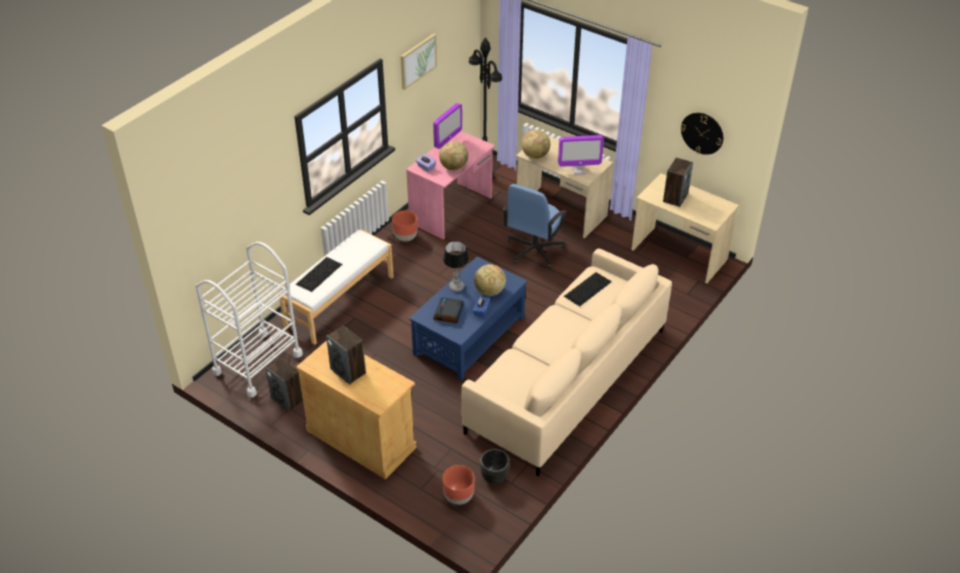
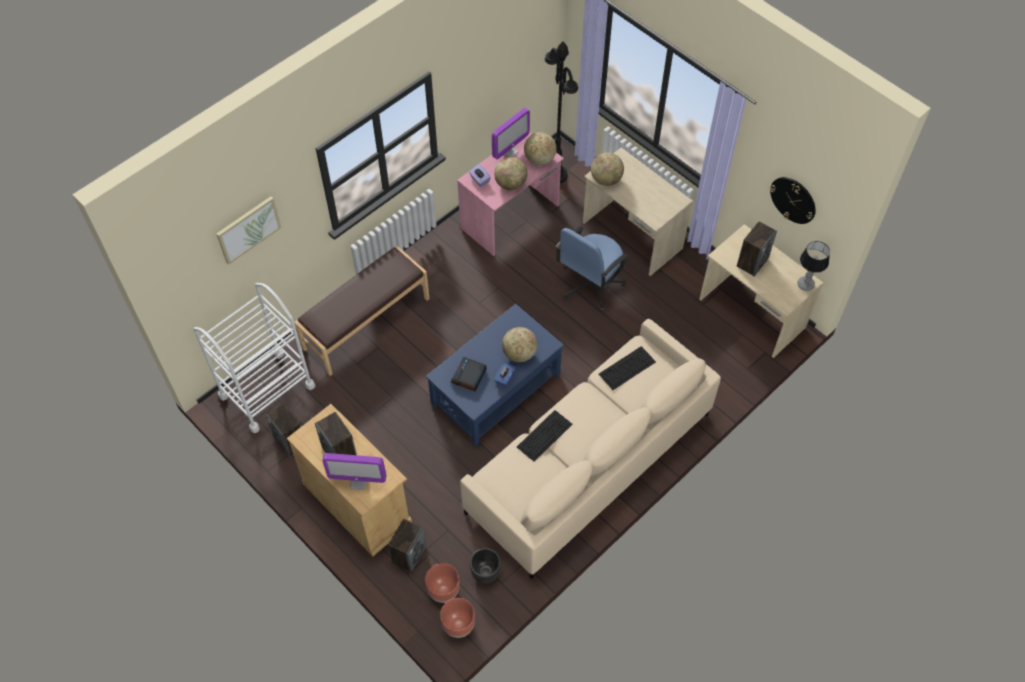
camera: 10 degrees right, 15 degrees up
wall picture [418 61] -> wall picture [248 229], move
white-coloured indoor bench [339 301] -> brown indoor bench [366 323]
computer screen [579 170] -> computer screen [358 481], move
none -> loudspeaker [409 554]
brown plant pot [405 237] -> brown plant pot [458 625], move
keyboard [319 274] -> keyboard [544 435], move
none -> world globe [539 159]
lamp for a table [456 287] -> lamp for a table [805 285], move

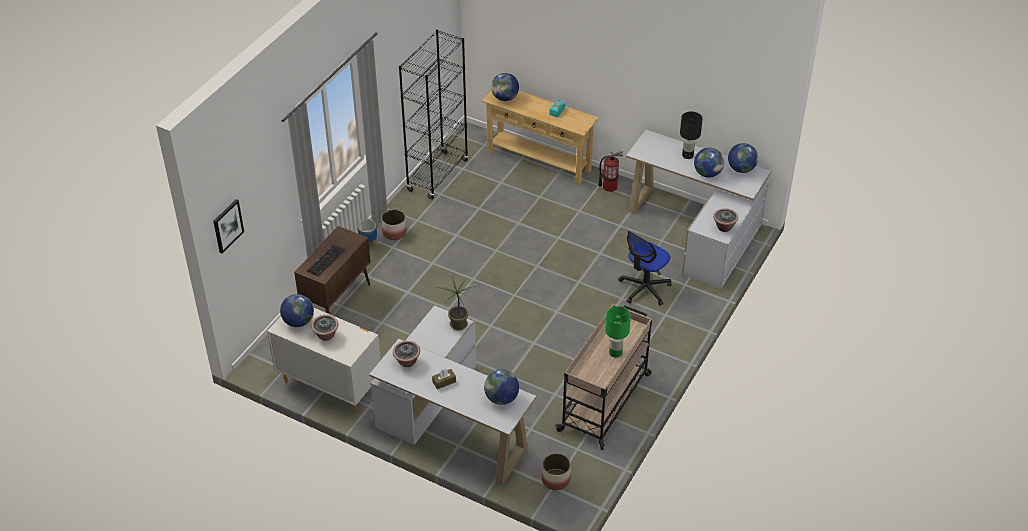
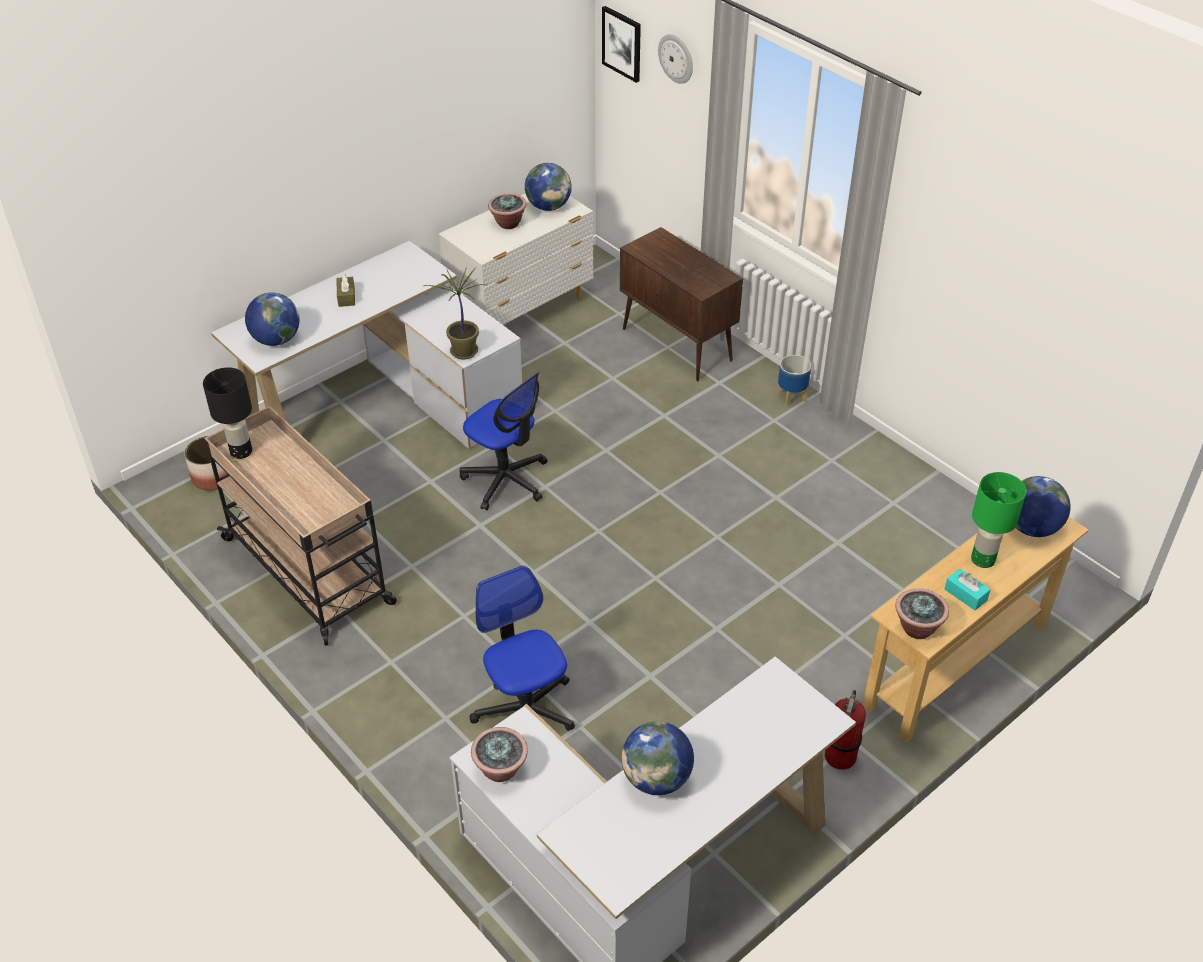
camera: 110 degrees right, 0 degrees up
black lamp for a table [687 155] -> black lamp for a table [242 451], move
none -> desk chair [506 480]
none -> hanging clock [676 58]
houseplant [407 362] -> houseplant [917 628], move
greenish lamp for a table [615 353] -> greenish lamp for a table [982 559], move
keyboard [326 260] -> none
plant pot [394 232] -> none
black bookcase [437 175] -> none
world globe [741 169] -> none

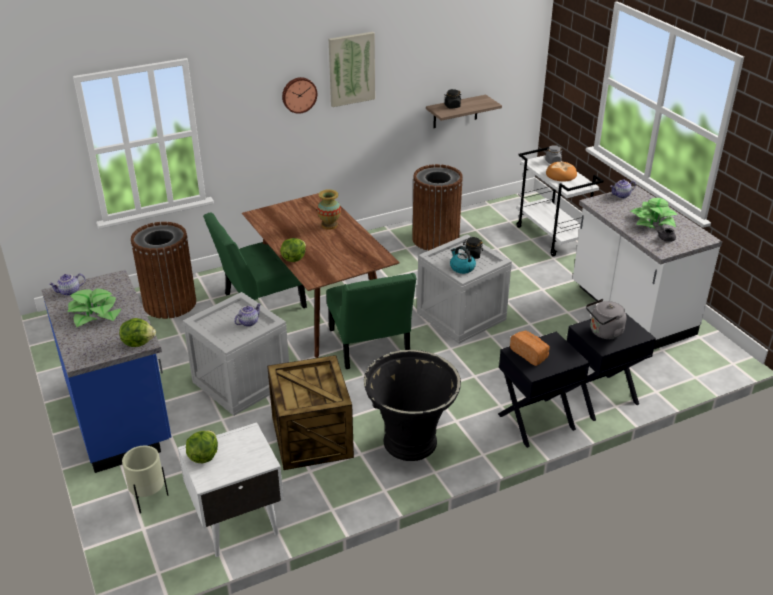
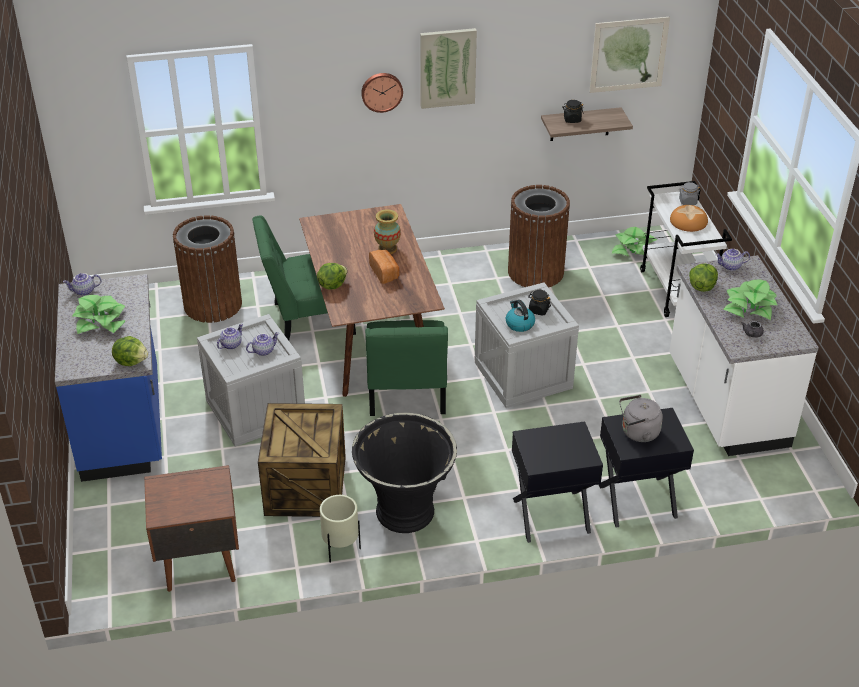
camera: 15 degrees right, 5 degrees up
white-coloured bedside table [236 524] -> brown bedside table [198 562]
none -> pot for tea [231 344]
sand-coloured plant pot [149 499] -> sand-coloured plant pot [341 549], move
bread [530 354] -> bread [385 273], move
none -> wall picture [628 54]
none -> houseplant [633 249]
lettuce [203 456] -> lettuce [701 287], move

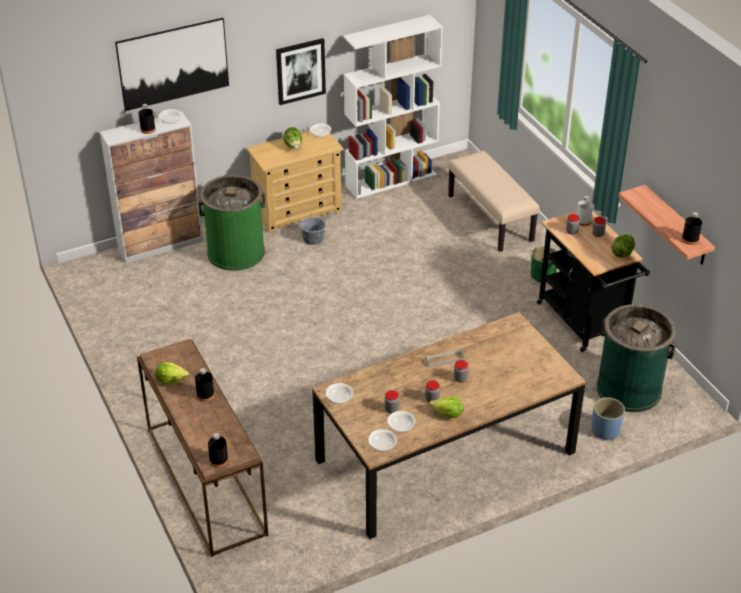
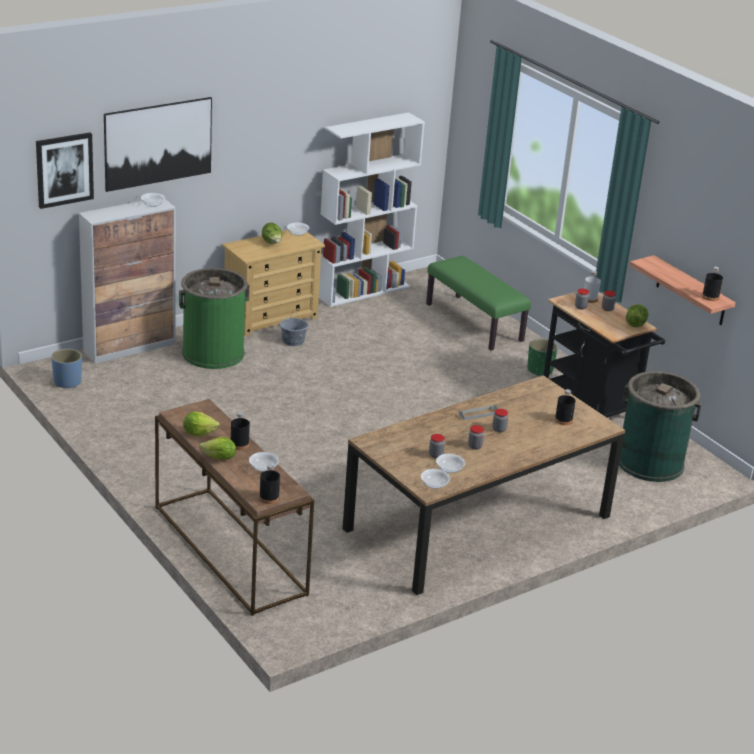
camera: 10 degrees left, 10 degrees down
wall picture [300 71] -> wall picture [64 169], move
blue plant pot [605 430] -> blue plant pot [67 382], move
lettuce [447 414] -> lettuce [219 458], move
bowl [339 398] -> bowl [263 468], move
sand-coloured indoor bench [491 218] -> greenish indoor bench [475 323]
black beverage bottle [148 129] -> black beverage bottle [563 420], move

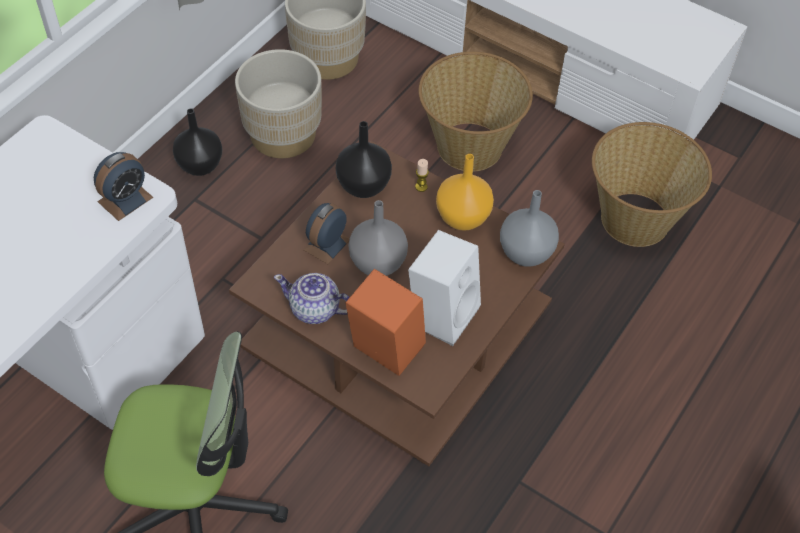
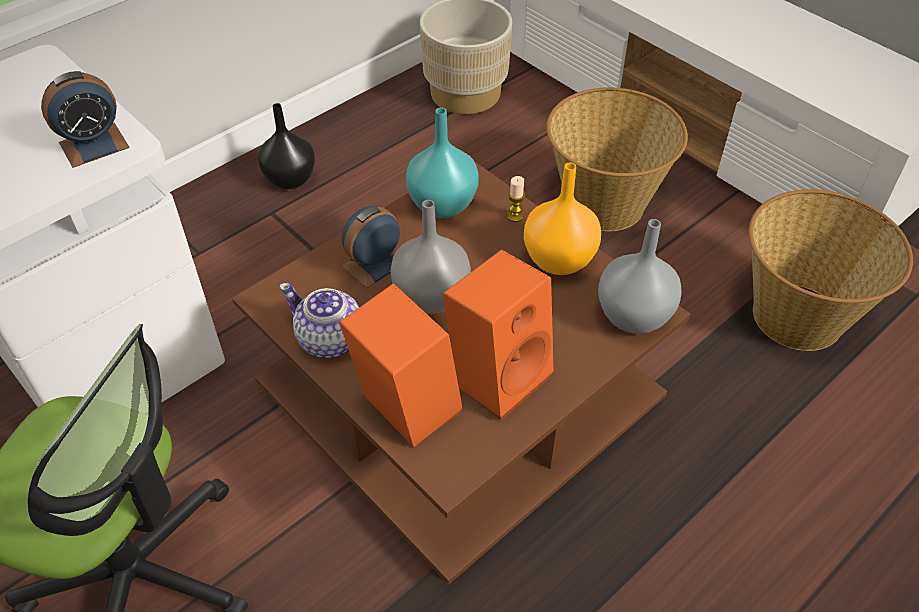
camera: 15 degrees right, 5 degrees down
black vase [362 185] -> blue-green vase [441 204]
white-coloured loudspeaker [442 313] -> orange loudspeaker [498 375]
sand-coloured plant pot [283 135] -> none

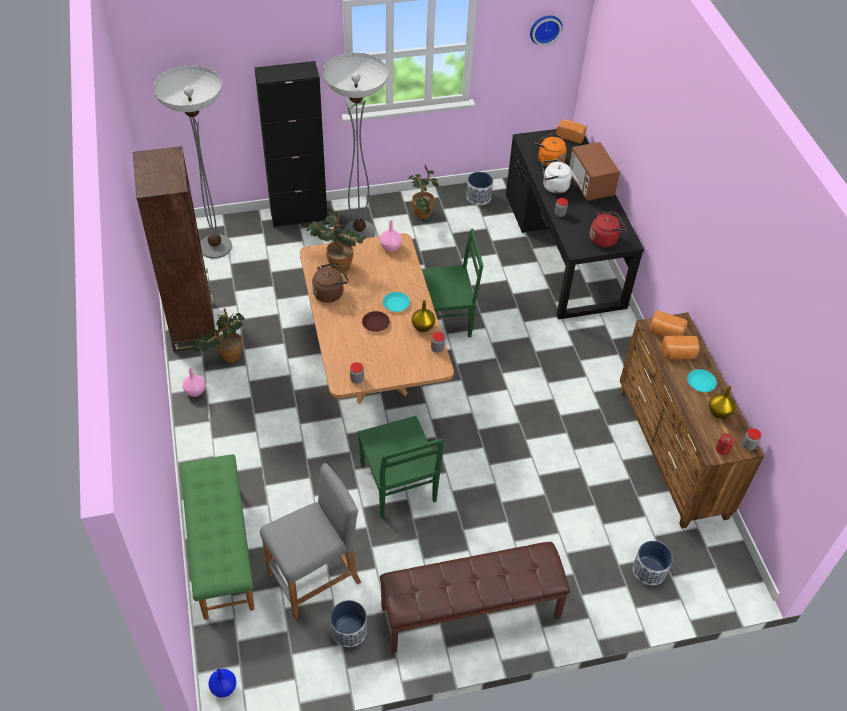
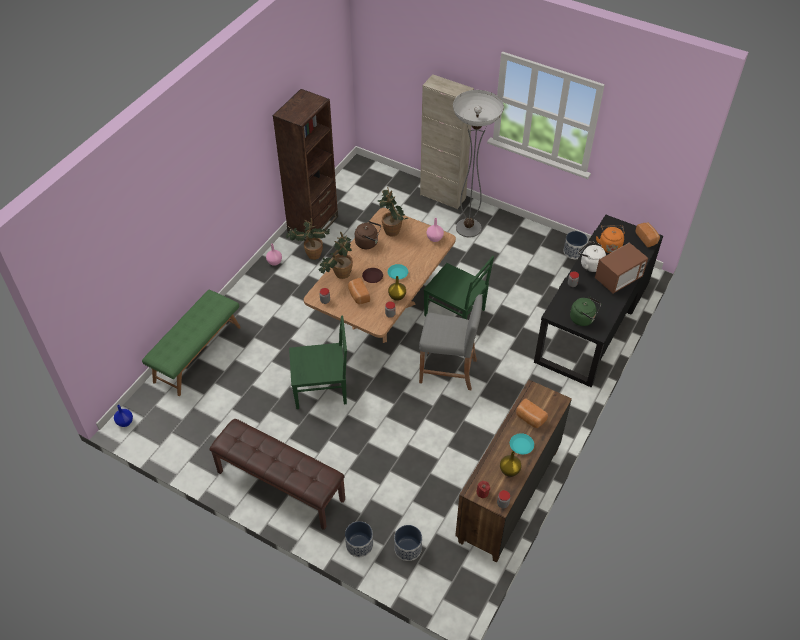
camera: 45 degrees right, 0 degrees up
greenish upright chair [398 485] -> greenish upright chair [322 389], 120 degrees counterclockwise
houseplant [421 216] -> houseplant [339 275], move
plant pot [349 631] -> plant pot [359 545], move
bread [665 332] -> bread [358 296], move
greyish stool seat [315 578] -> greyish stool seat [448 371], move
black cupboard [299 215] -> sand-coloured cupboard [442 196]
reddish tea kettle [605 239] -> greenish tea kettle [583 319]
microwave oven [590 185] -> microwave oven [618 279], 150 degrees counterclockwise
standing lamp [215 247] -> none
hanging clock [545 28] -> none

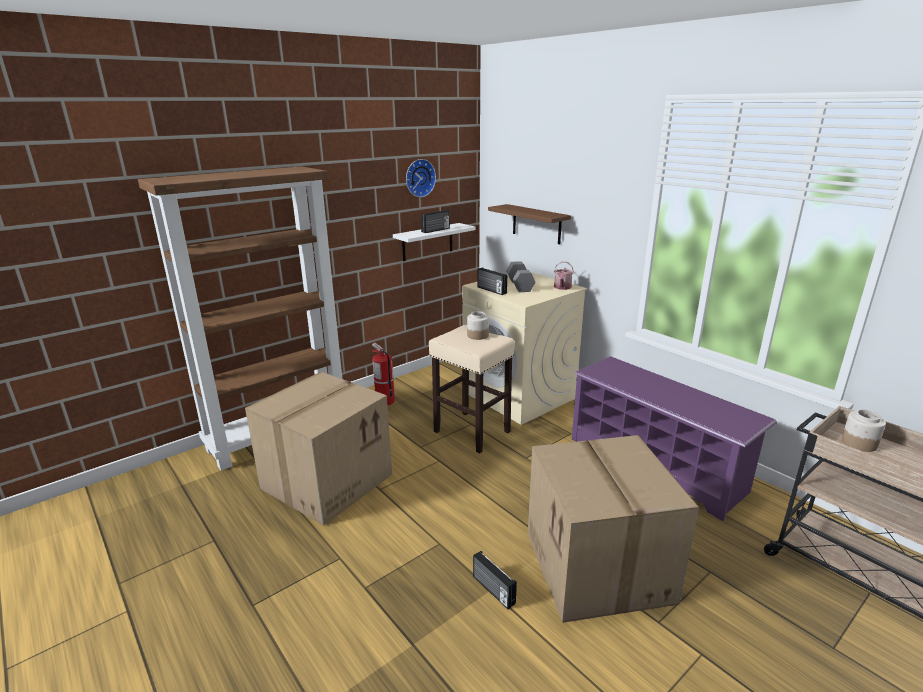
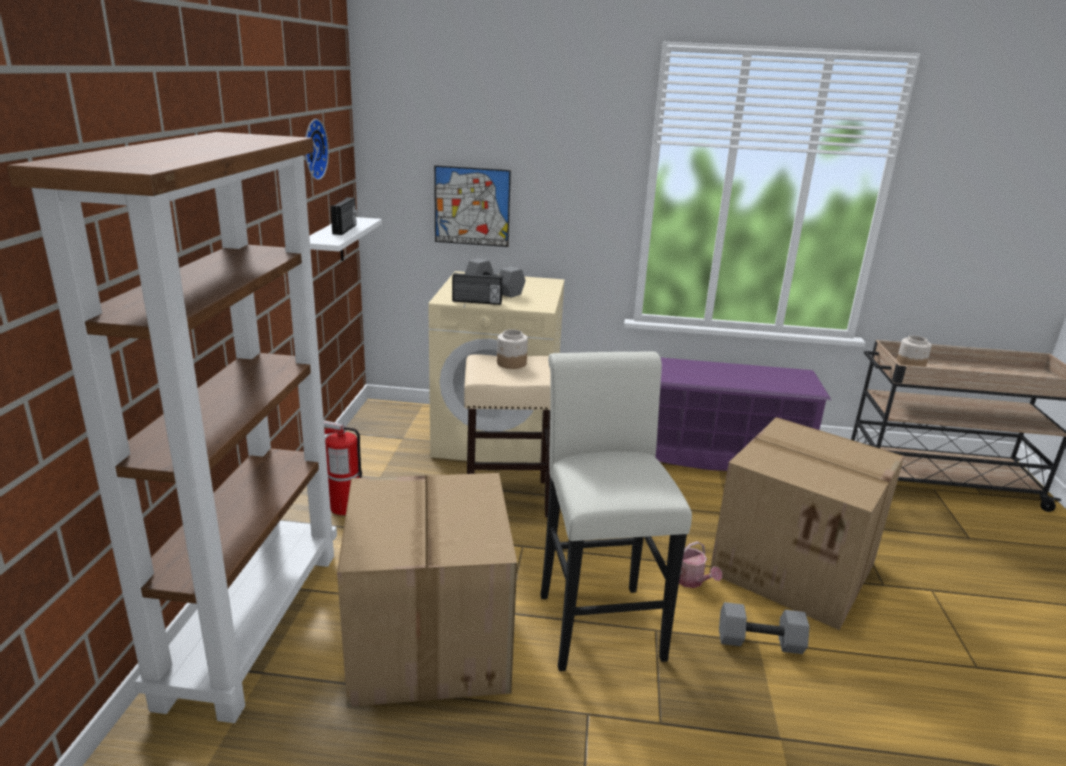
camera: 45 degrees left, 0 degrees up
brown shelf [536 224] -> wall picture [472 206]
none -> white-coloured stool seat [597 619]
watering pot [562 288] -> watering pot [691 581], move
radio receiver [493 590] -> greyish hand weight [760 641]

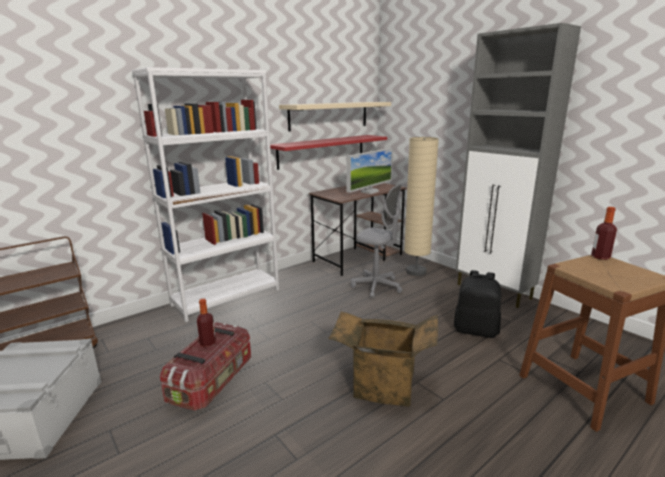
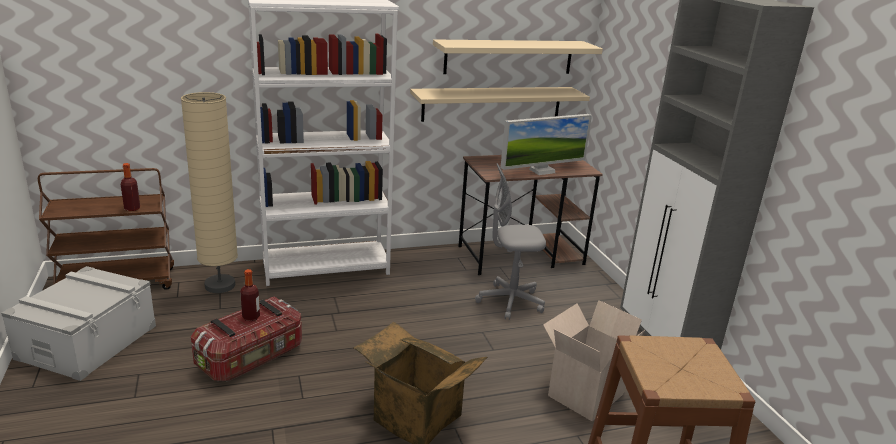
camera: 20 degrees right, 5 degrees up
beverage bottle [600 257] -> beverage bottle [132 208], move
sand-coloured standing lamp [416 272] -> sand-coloured standing lamp [220 286], move
reddish shelf [322 151] -> sand-coloured shelf [492 103]
greyish desk chair [376 287] -> greyish desk chair [510 302], 120 degrees clockwise
black rucksack [476 330] -> packing box [584 393]

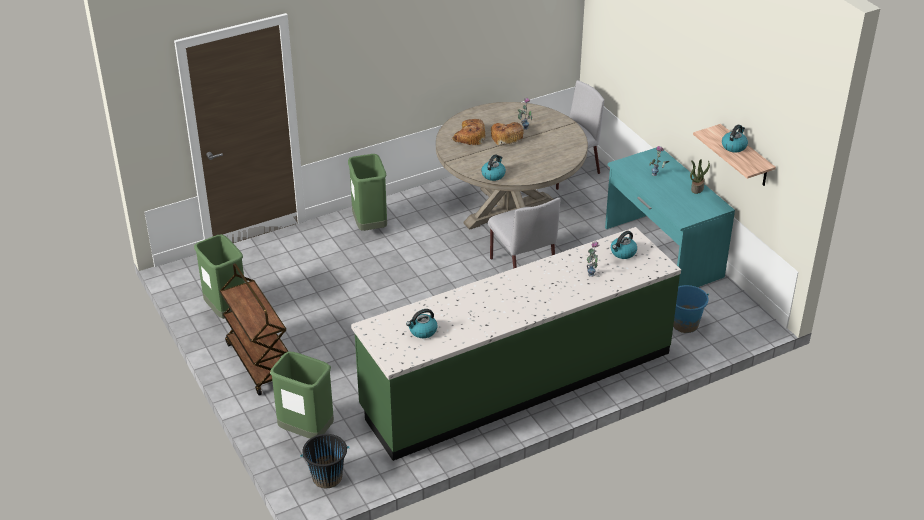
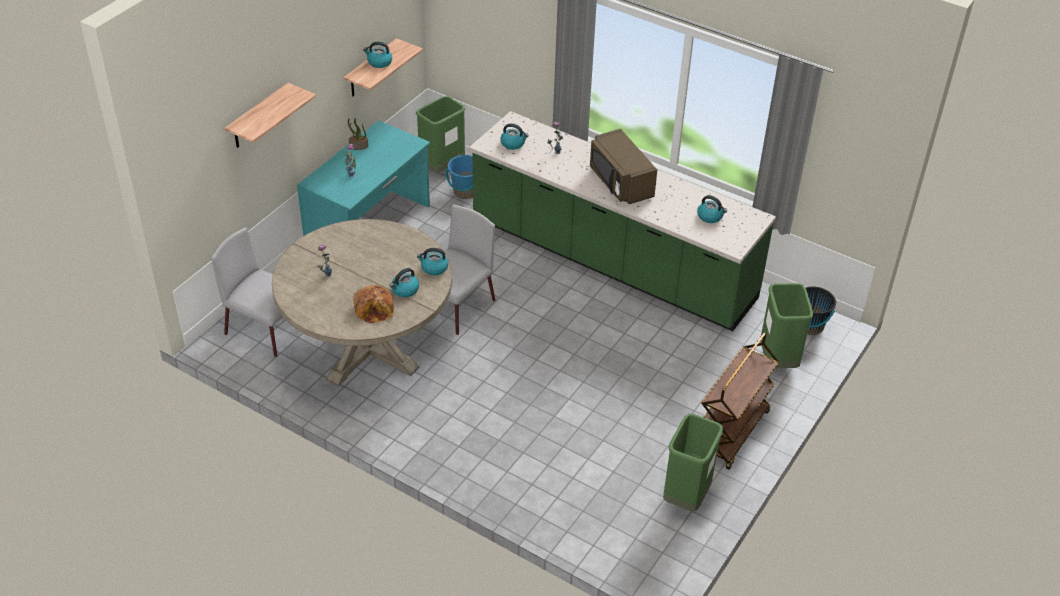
camera: 120 degrees left, 5 degrees up
none -> shelf [258 117]
none -> tea kettle [405 290]
greenish waste bin [370 226] -> greenish waste bin [442 168], move
none -> brown microwave oven [620 182]
bread [506 137] -> none

